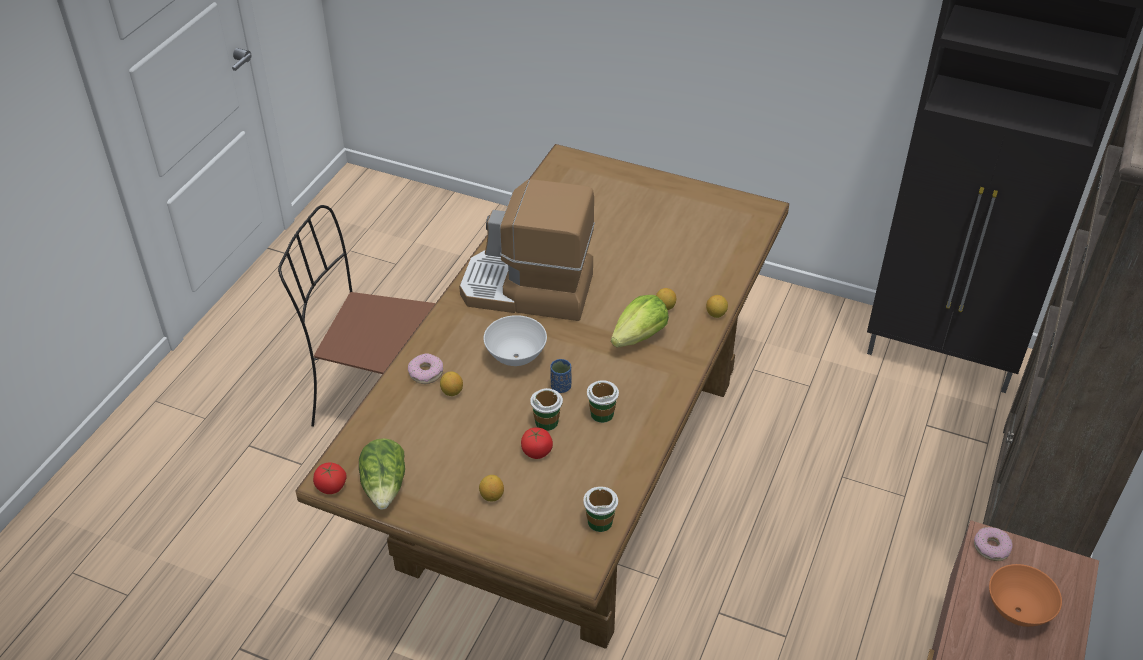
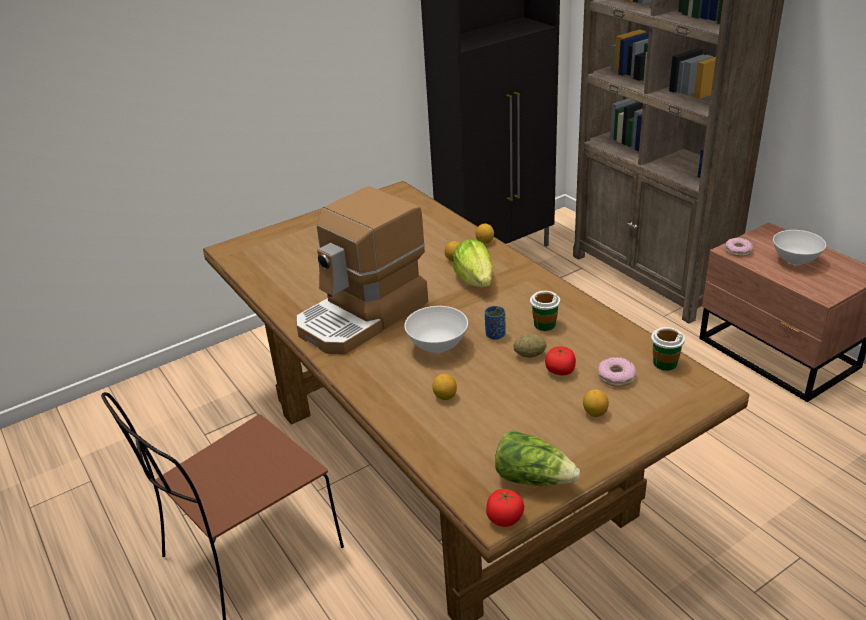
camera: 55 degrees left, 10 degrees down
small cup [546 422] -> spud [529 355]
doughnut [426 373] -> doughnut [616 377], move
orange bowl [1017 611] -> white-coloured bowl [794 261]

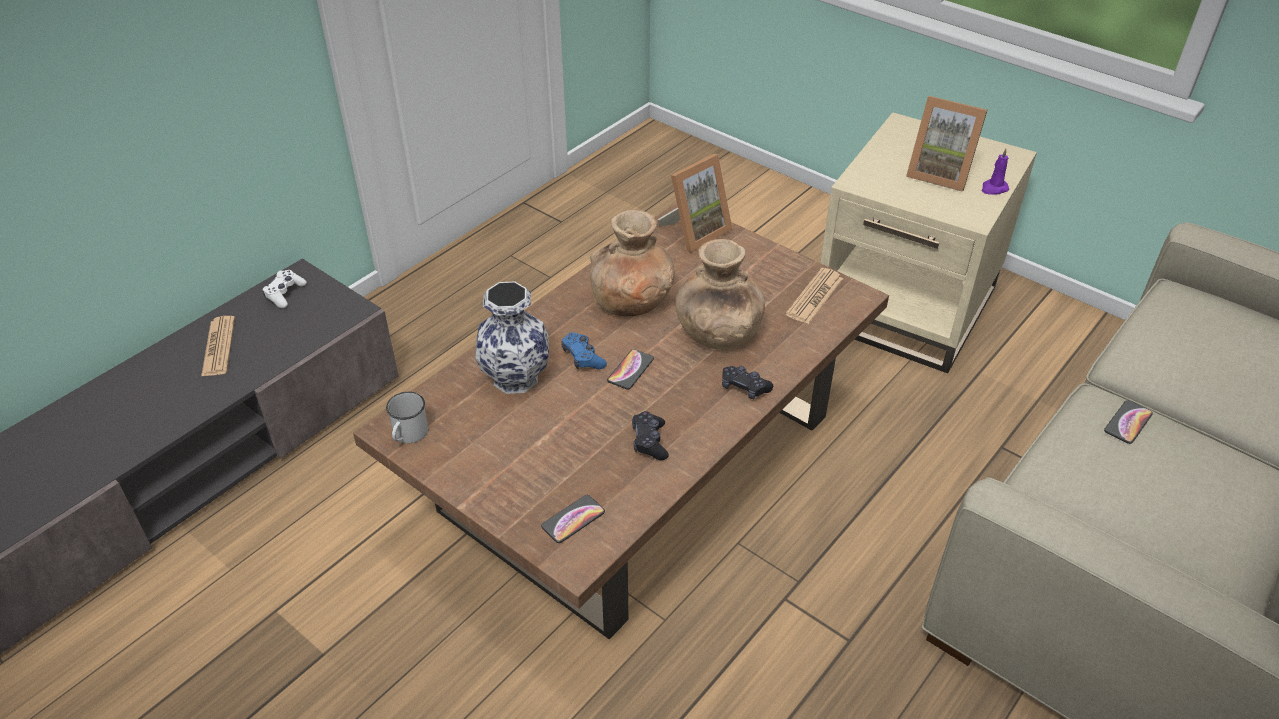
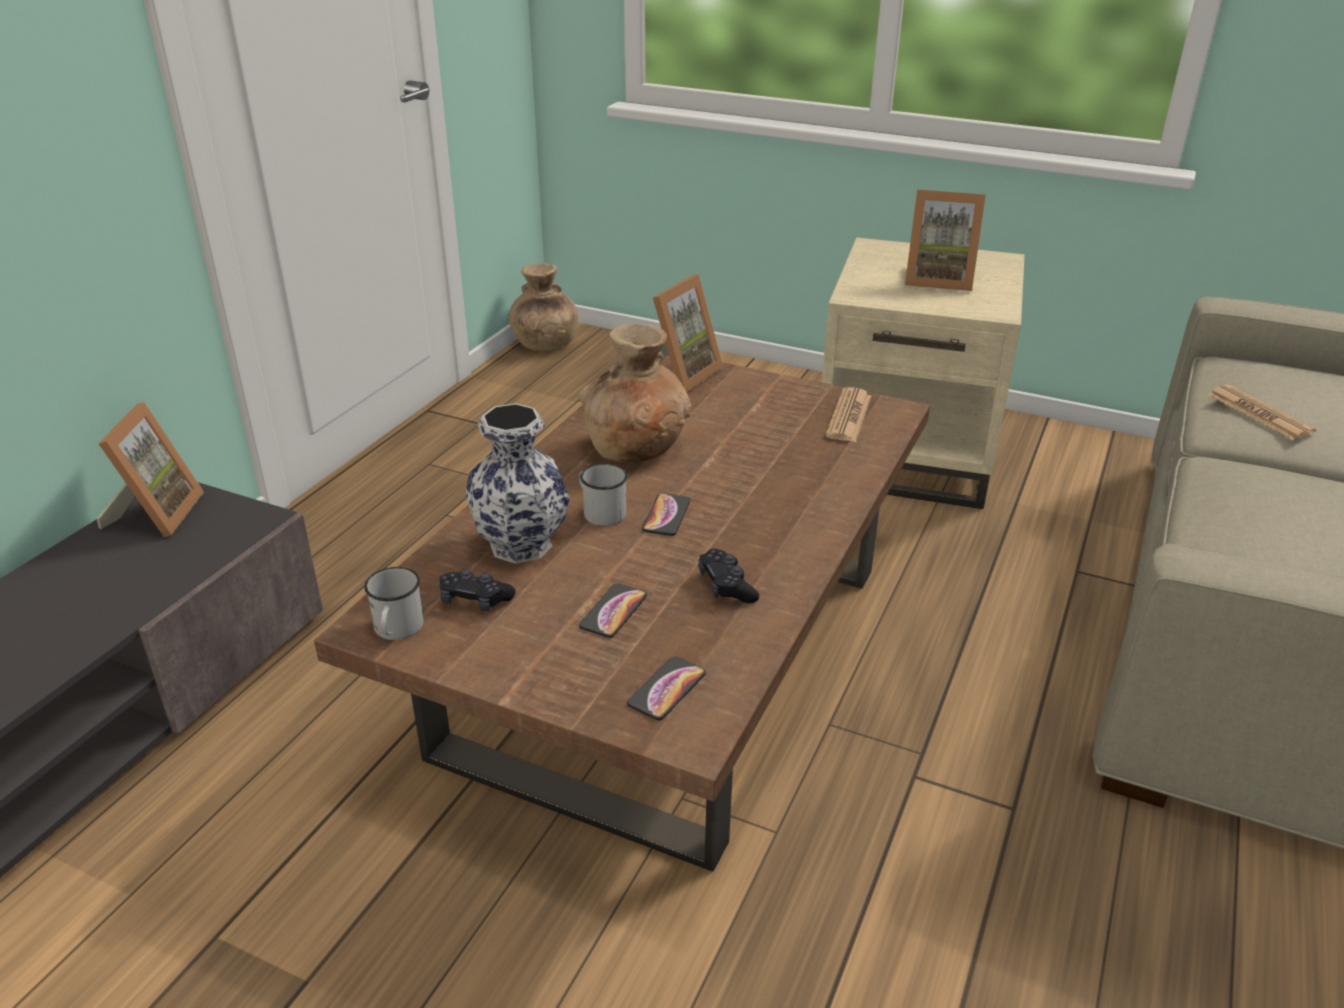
camera: 15 degrees left, 10 degrees down
white-coloured gamepad [285 294] -> standing frame [156 514]
black gamepad [744 388] -> black gamepad [475 600], move
brown vase [717 334] -> brown vase [544 344], move
blue gamepad [583 357] -> white-coloured mug [600 511]
handset [1128 422] -> handset [613 611], move
printed paper [218 347] -> printed paper [1259 414], move
purple wax light [993 188] -> none

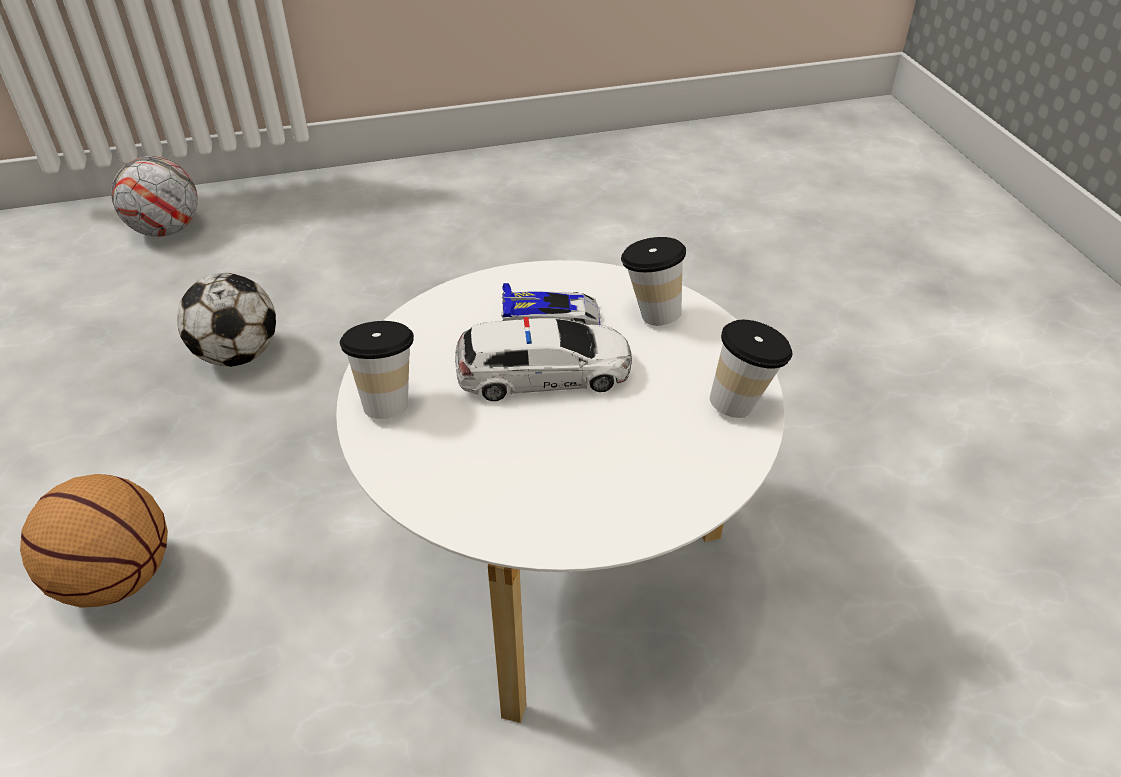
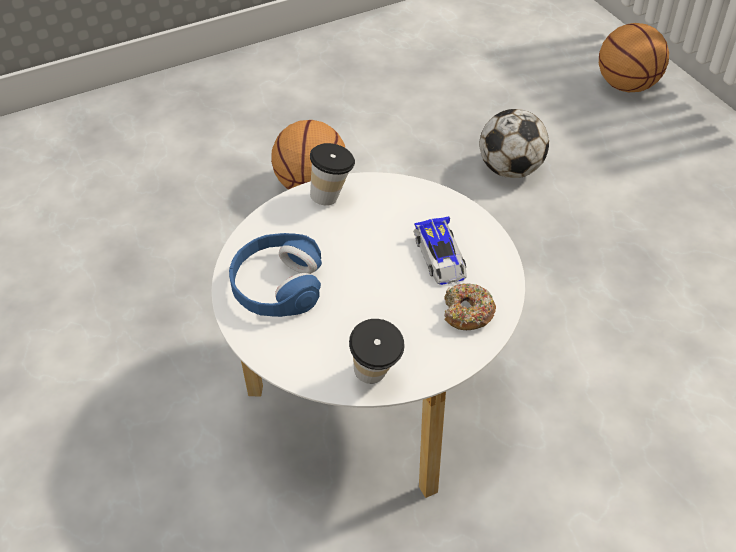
camera: 80 degrees right, 5 degrees up
none -> blue headset [277 285]
small cup [650 313] -> doughnut [467 313]
football [166 230] -> basketball ball [627 86]
toy car [544 373] -> none

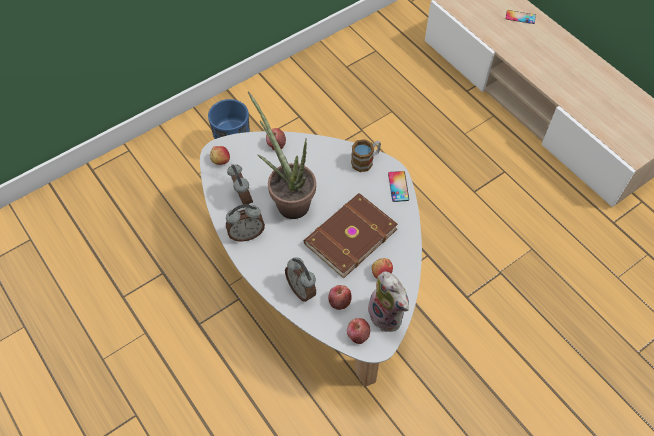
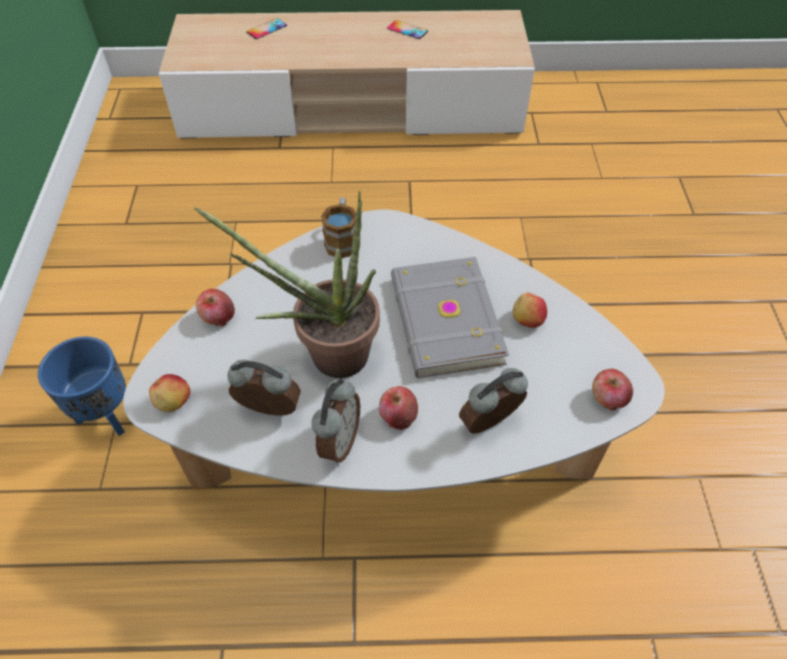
camera: 55 degrees left, 5 degrees down
apple [339 301] -> apple [398 416], move
handset [398 186] -> handset [407 30], move
brown volume [349 236] -> greyish volume [443 321]
bedside clock [302 290] -> bedside clock [490 424], 150 degrees clockwise
cuddly toy [388 315] -> none

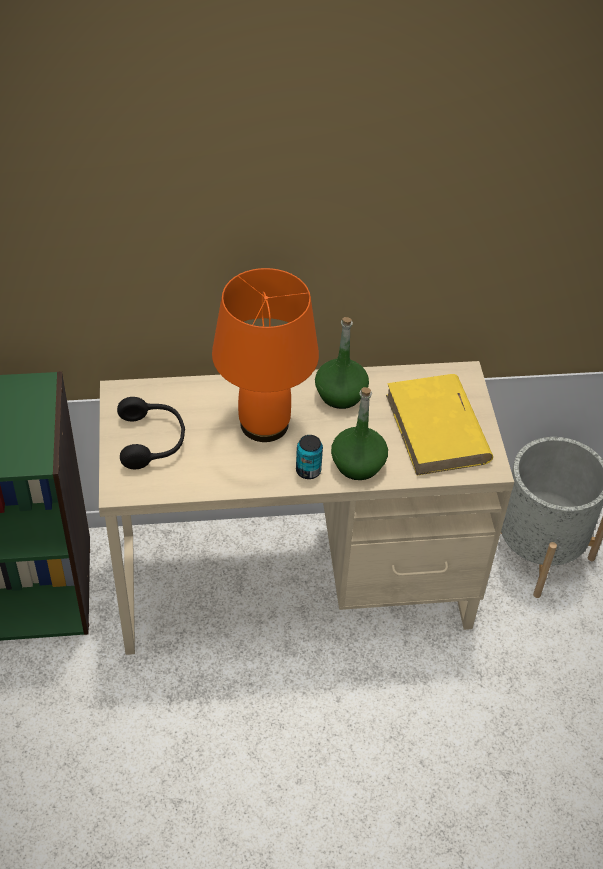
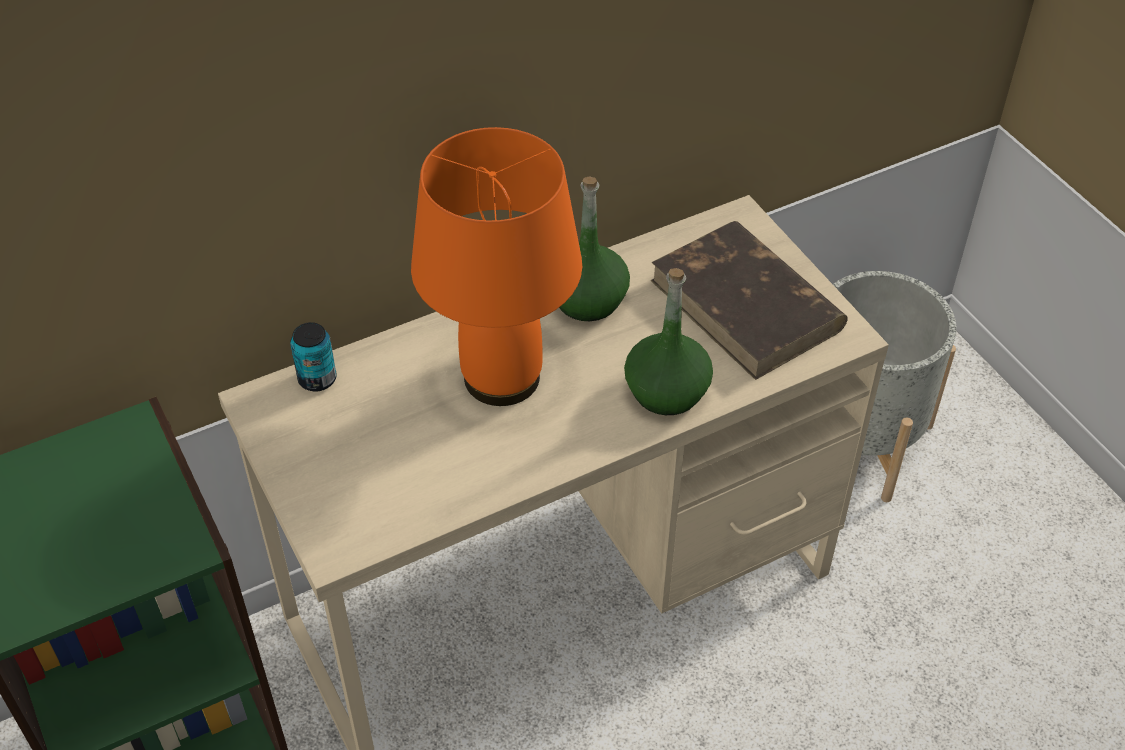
camera: 20 degrees left, 0 degrees up
sealed can [308 471] -> sealed can [317 379], move
yellow volume [437 429] -> brown volume [747 305]
black headset [152 440] -> none

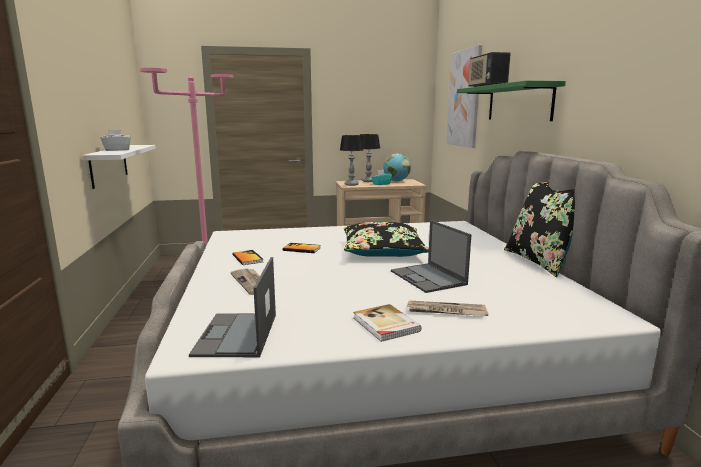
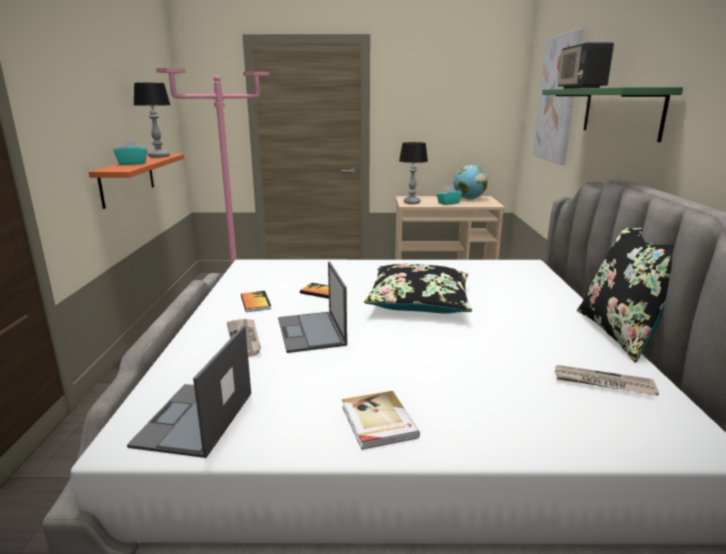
camera: 10 degrees right, 5 degrees up
white-coloured shelf [109 165] -> orange shelf [127 179]
white-coloured box of tissues [117 150] -> blue-green box of tissues [132 163]
lamp for a table [368 181] -> lamp for a table [159 156], move
laptop [428 278] -> laptop [311 332], move
printed paper [446 311] -> printed paper [602 383], move

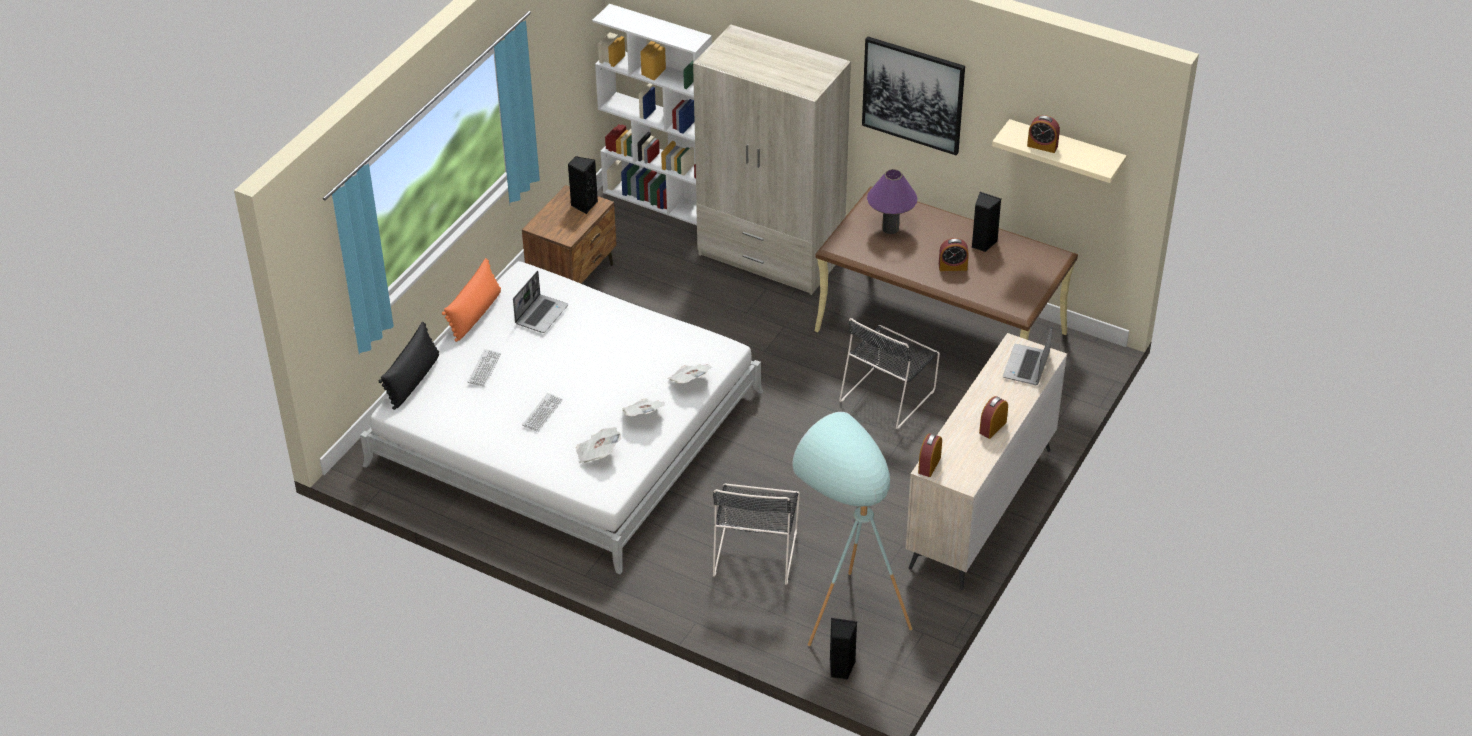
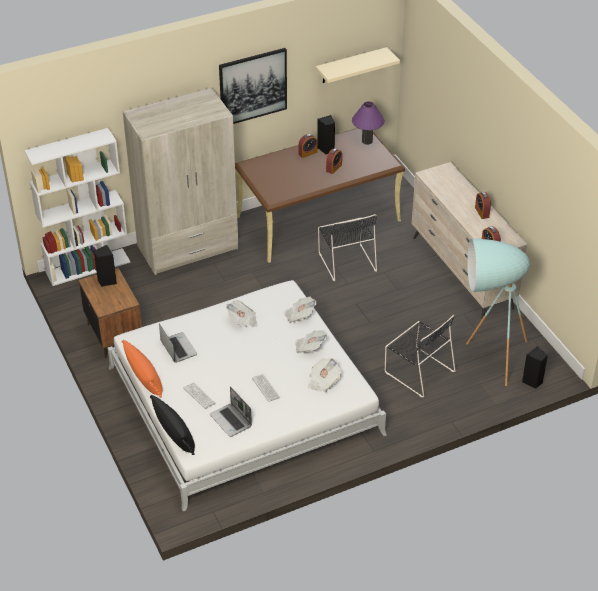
camera: 55 degrees left, 0 degrees up
laptop [1027 366] -> laptop [231 421], move
none -> printed paper [243 320]
bedside clock [1042 146] -> bedside clock [307 153], move
purple lamp for a table [890 228] -> purple lamp for a table [367 141], move

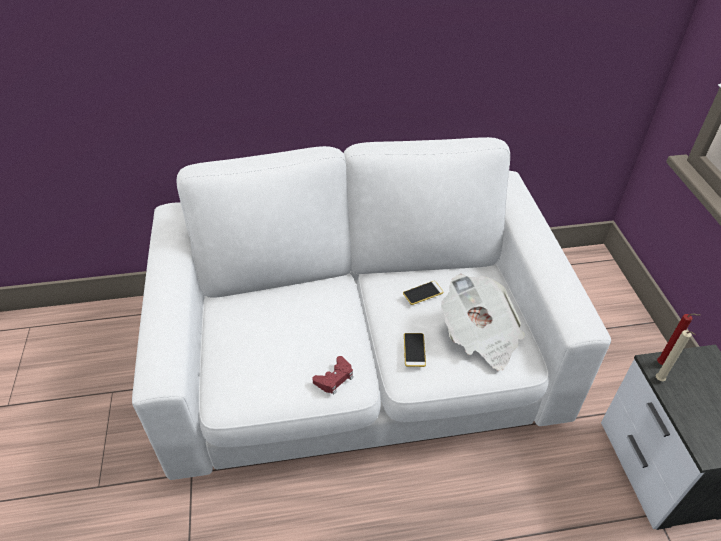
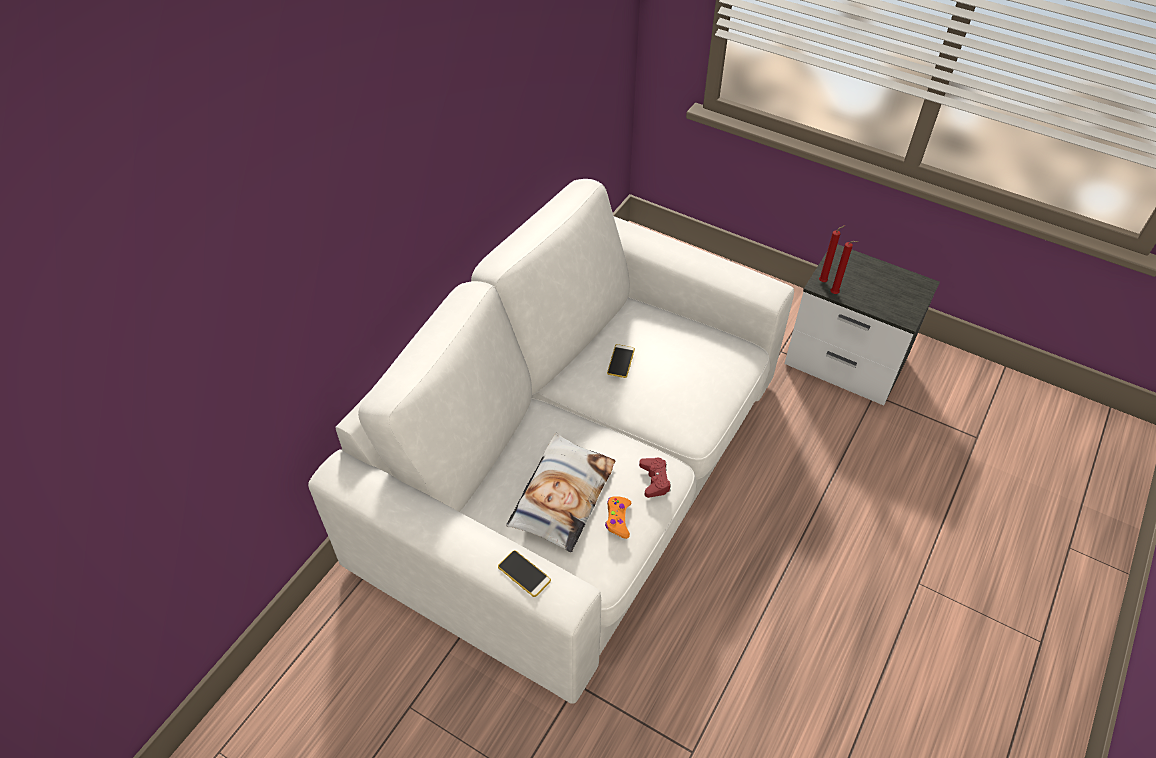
camera: 50 degrees left, 5 degrees up
handset [414 350] -> handset [524 573], move
none -> cushion [561 496]
none -> orange gamepad [618 519]
sand-coloured wax light [660 381] -> reddish wax light [835 294]
printed paper [480 336] -> none

